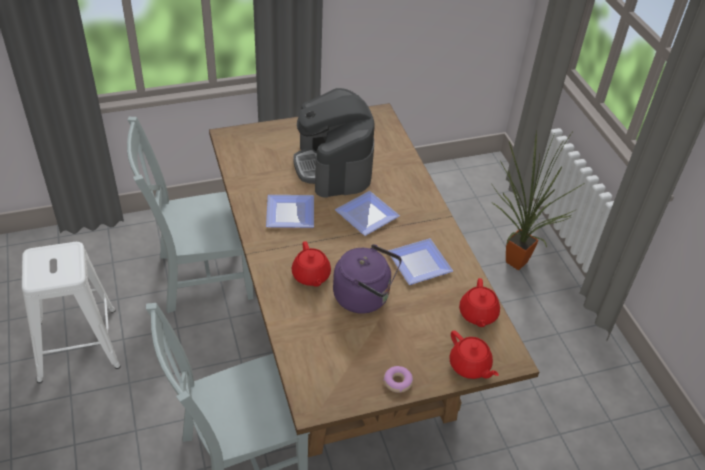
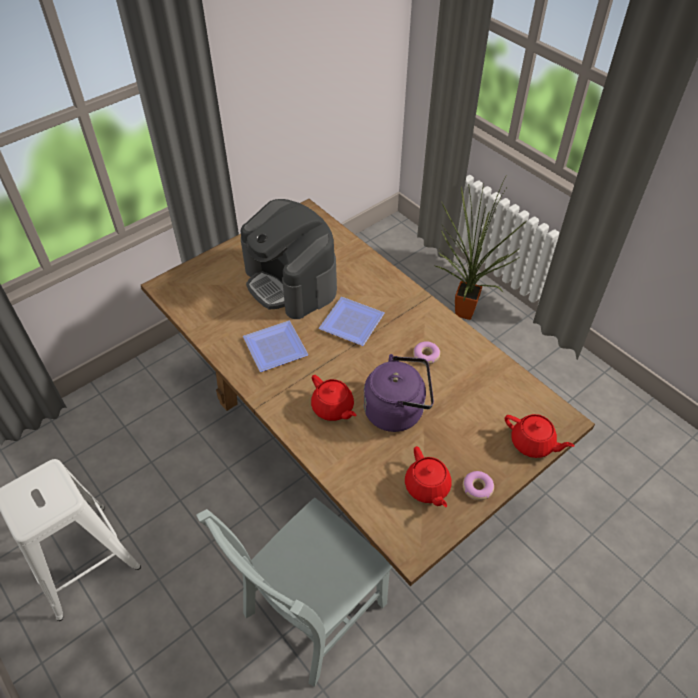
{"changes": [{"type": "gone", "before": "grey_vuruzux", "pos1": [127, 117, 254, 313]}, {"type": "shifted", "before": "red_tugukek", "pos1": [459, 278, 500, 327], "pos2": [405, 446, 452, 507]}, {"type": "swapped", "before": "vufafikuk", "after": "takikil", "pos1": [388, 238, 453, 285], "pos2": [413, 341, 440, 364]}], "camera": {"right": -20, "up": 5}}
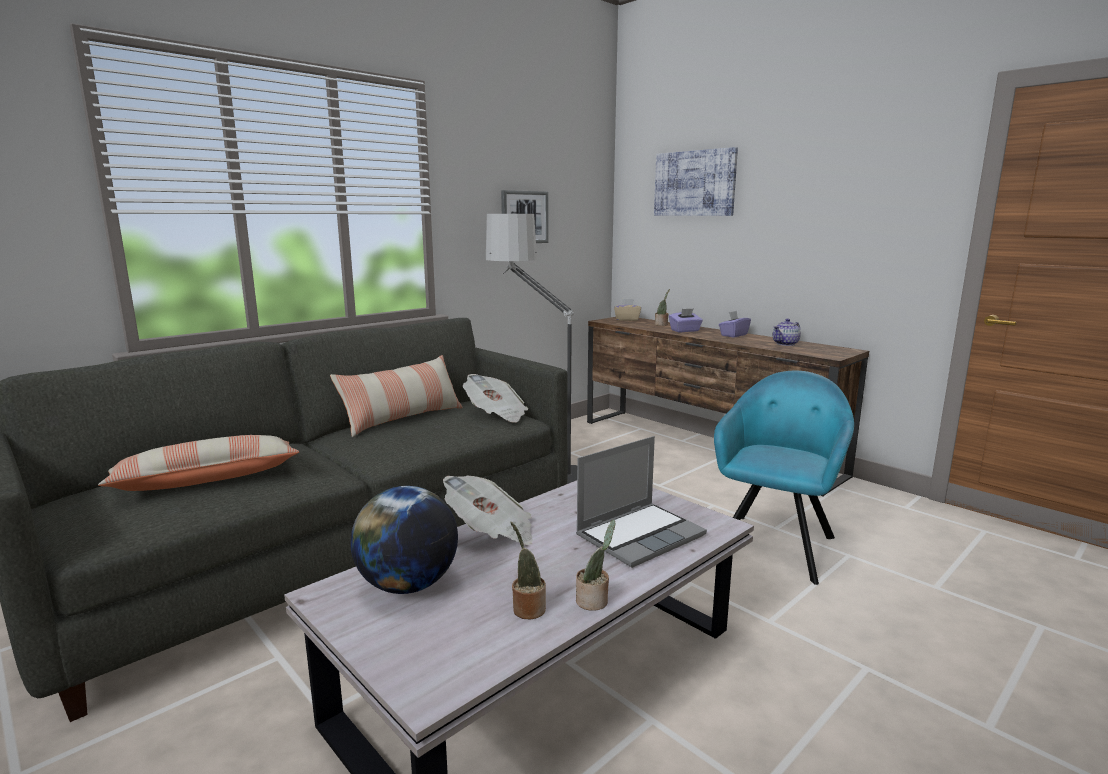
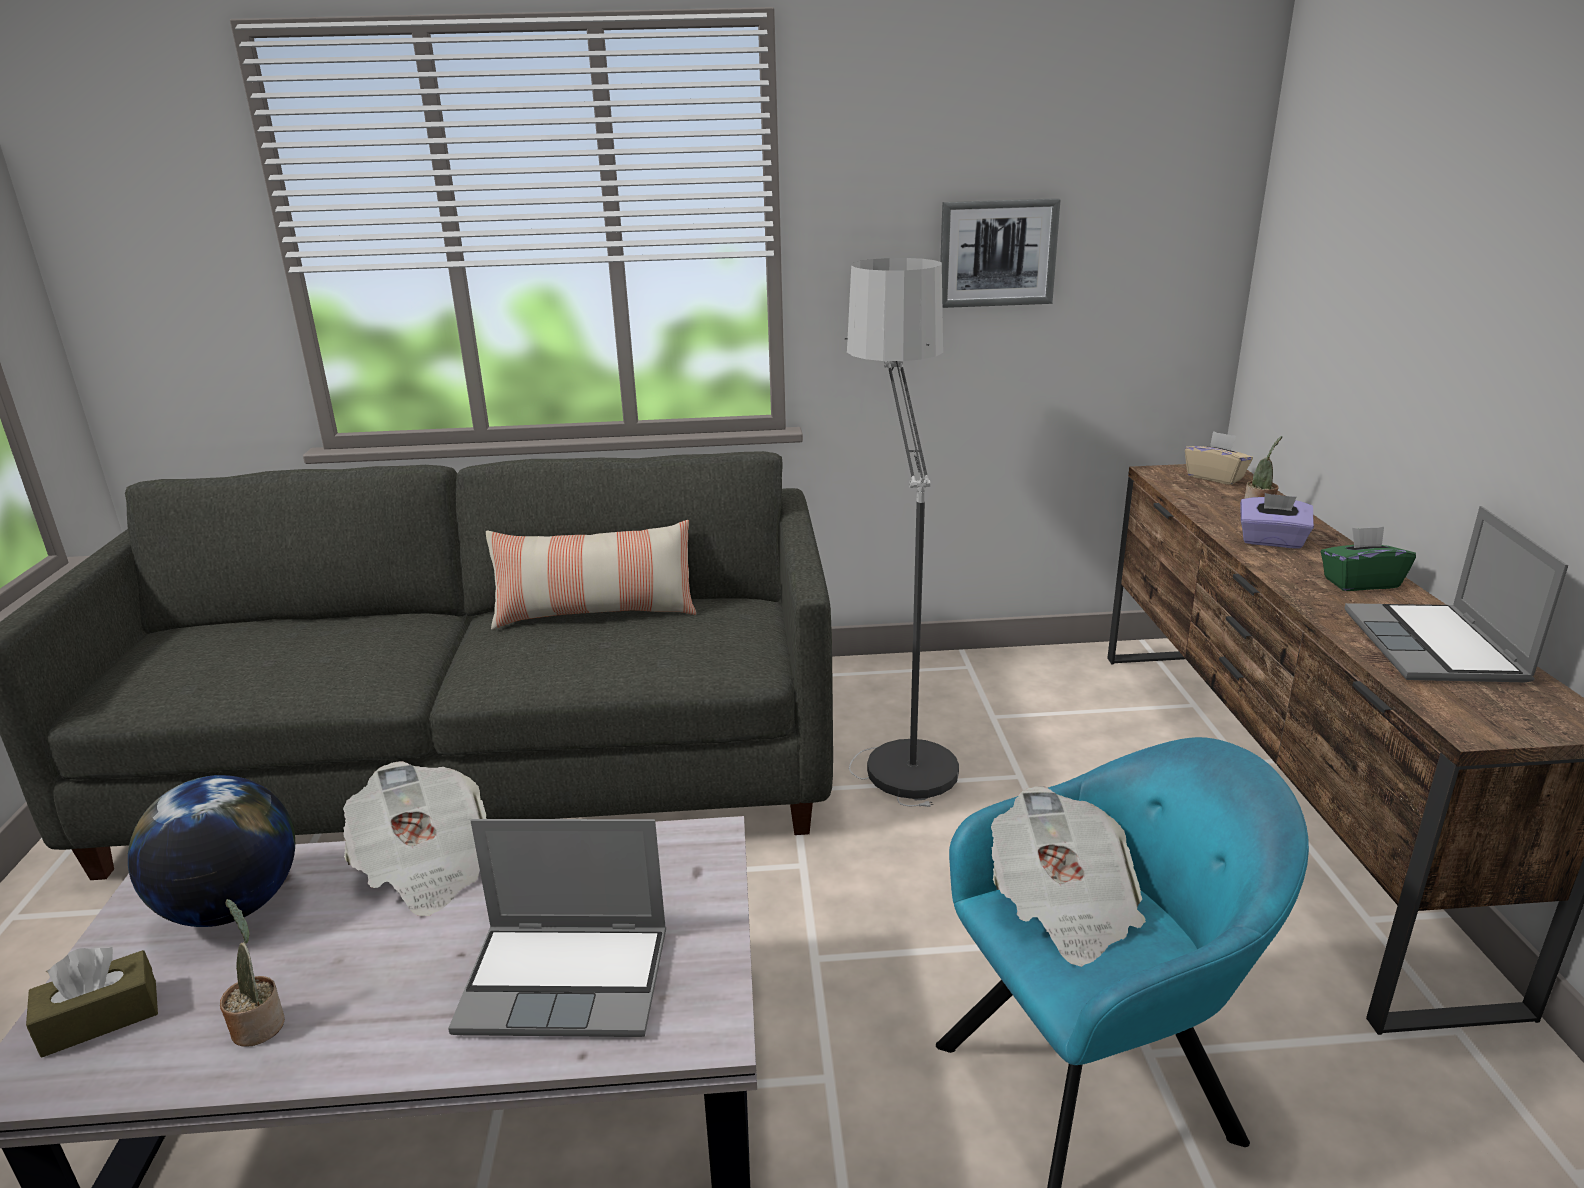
{"changes": [{"type": "gone", "before": "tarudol", "pos1": [98, 435, 300, 491]}, {"type": "gone", "before": "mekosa", "pos1": [576, 520, 615, 611]}, {"type": "gone", "before": "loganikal", "pos1": [654, 147, 738, 216]}, {"type": "new", "after": "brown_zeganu", "pos2": [26, 947, 158, 1057]}, {"type": "shifted", "before": "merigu", "pos1": [463, 374, 529, 423], "pos2": [991, 786, 1146, 967]}, {"type": "swapped", "before": "tugukek", "after": "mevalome", "pos1": [773, 319, 801, 346], "pos2": [1344, 506, 1568, 682]}, {"type": "repainted", "before": "purple_zeganu", "after": "green_zeganu", "pos1": [719, 311, 751, 337], "pos2": [1321, 527, 1416, 591]}], "camera": {"right": 40, "up": 10}}
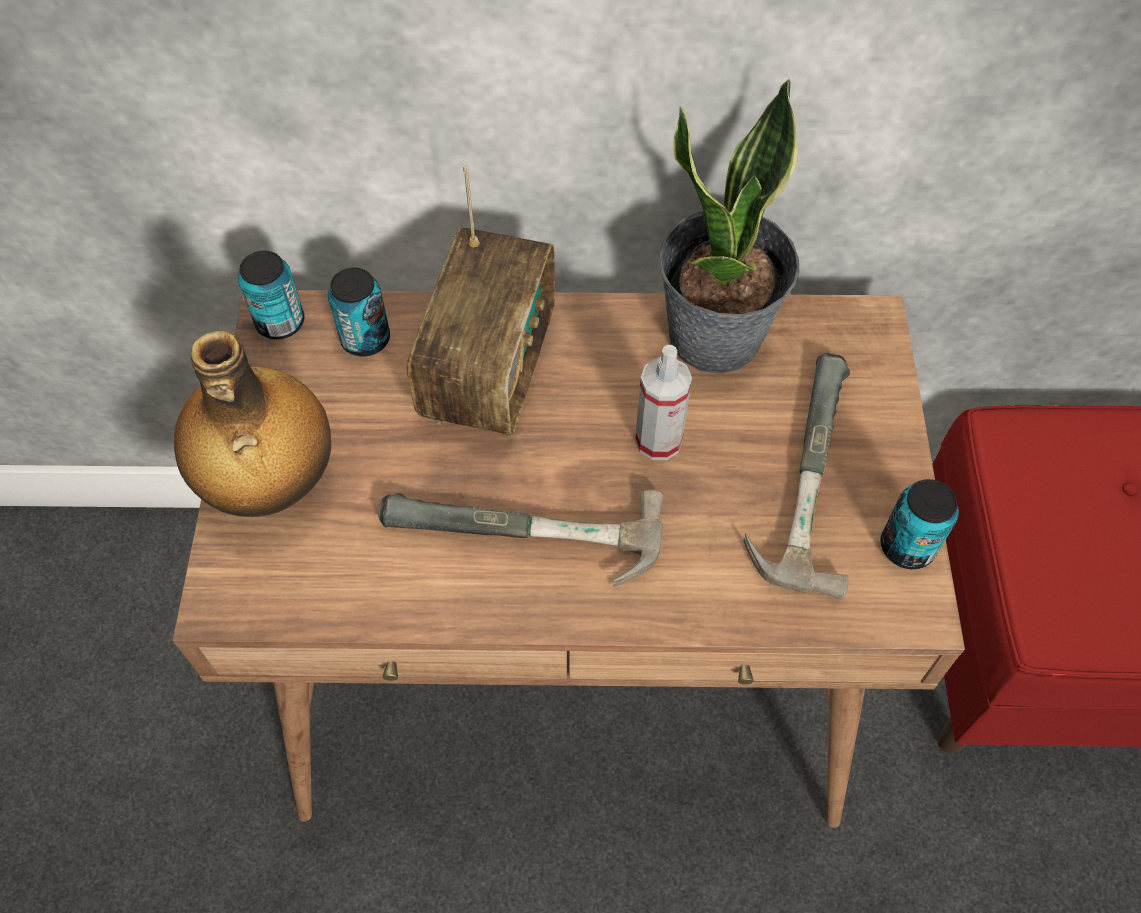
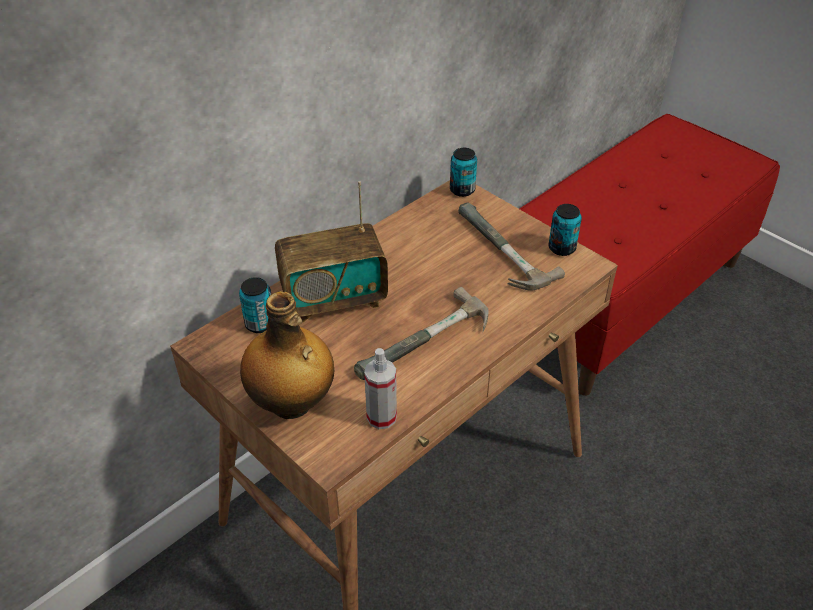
{"changes": [{"type": "gone", "before": "mekosa", "pos1": [659, 79, 799, 374]}, {"type": "shifted", "before": "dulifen", "pos1": [238, 251, 305, 339], "pos2": [450, 148, 477, 197]}, {"type": "shifted", "before": "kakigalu", "pos1": [635, 345, 692, 460], "pos2": [364, 348, 397, 429]}, {"type": "rotated", "before": "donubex", "pos1": [407, 165, 555, 439], "pos2": [275, 181, 388, 322], "turn": 105}], "camera": {"right": -45, "up": -15}}
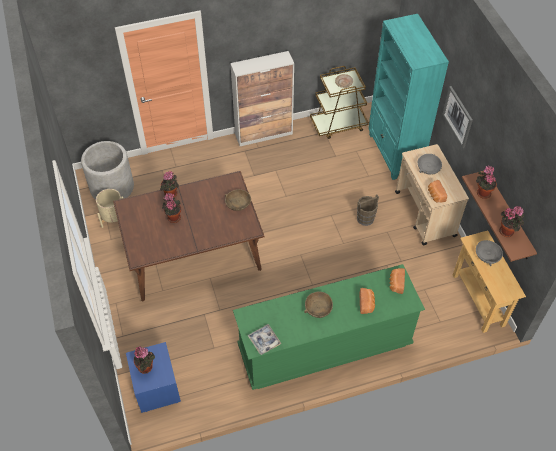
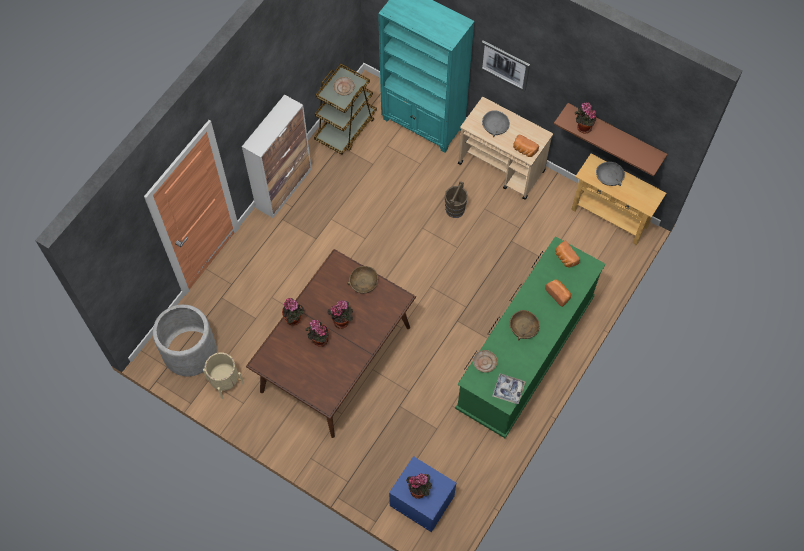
{"changes": [{"type": "new", "after": "beige_vufafikuk", "pos2": [473, 350, 498, 373]}, {"type": "shifted", "before": "mekosa", "pos1": [499, 206, 524, 237], "pos2": [328, 300, 353, 329]}], "camera": {"right": -40, "up": 10}}
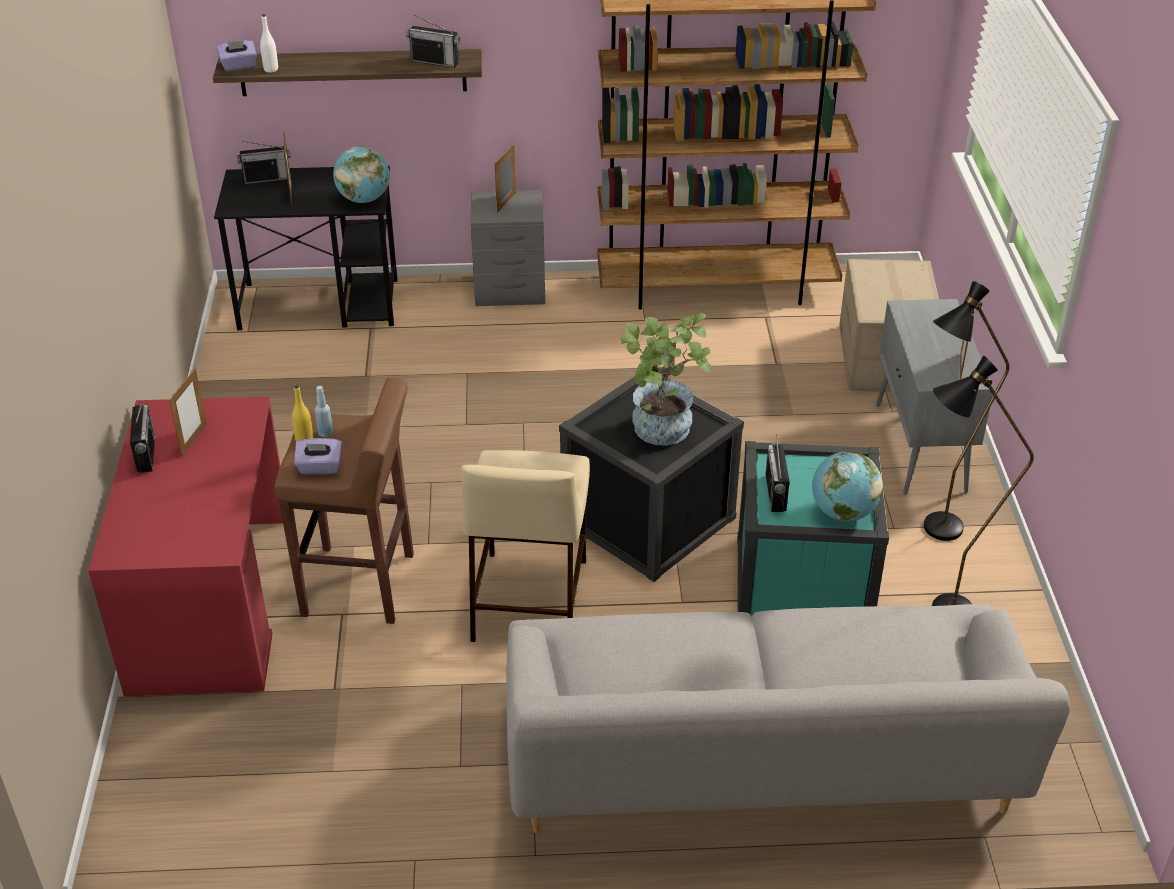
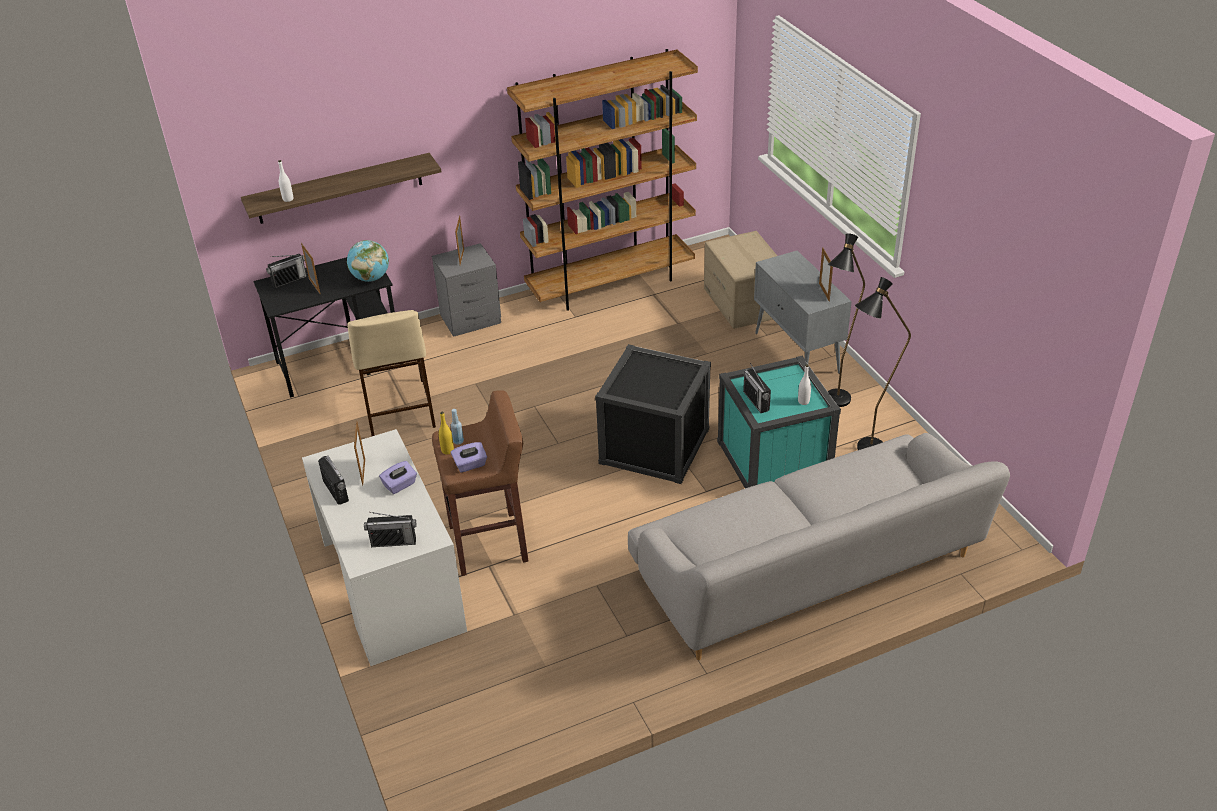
{"changes": [{"type": "gone", "before": "mekosa", "pos1": [620, 313, 712, 445]}, {"type": "shifted", "before": "purple_zeganu", "pos1": [216, 40, 257, 71], "pos2": [379, 461, 417, 494]}, {"type": "shifted", "before": "donubex", "pos1": [406, 15, 460, 68], "pos2": [364, 512, 416, 547]}, {"type": "shifted", "before": "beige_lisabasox", "pos1": [461, 450, 590, 642], "pos2": [347, 310, 436, 436]}, {"type": "swapped", "before": "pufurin", "after": "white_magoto", "pos1": [812, 451, 883, 521], "pos2": [798, 365, 811, 405]}, {"type": "repainted", "before": "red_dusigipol", "after": "white_dusigipol", "pos1": [88, 396, 283, 697], "pos2": [302, 429, 467, 666]}], "camera": {"right": -20, "up": 0}}
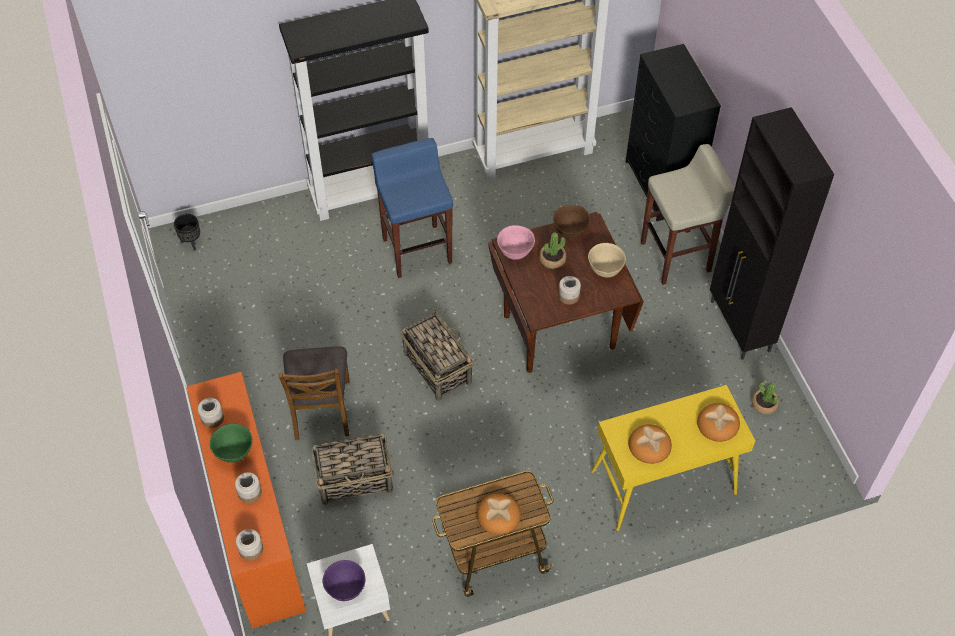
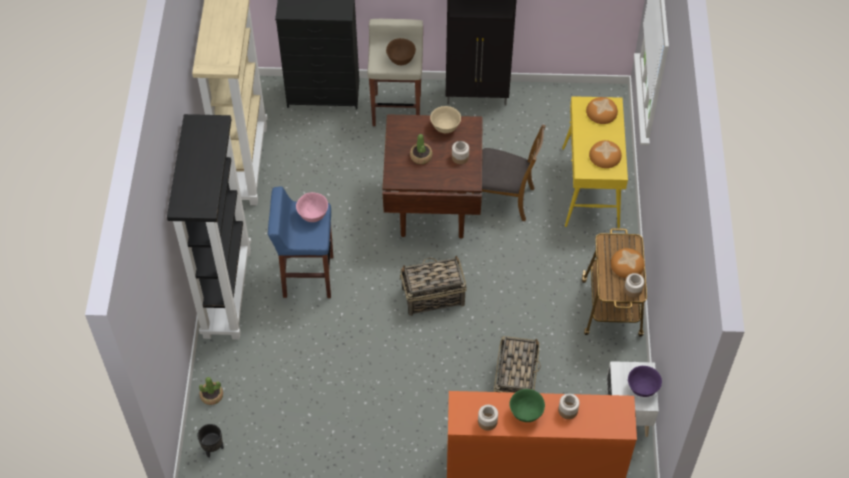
{"changes": [{"type": "shifted", "before": "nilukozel", "pos1": [236, 529, 263, 561], "pos2": [624, 273, 644, 297]}, {"type": "shifted", "before": "brown_vuruzux", "pos1": [279, 346, 350, 440], "pos2": [482, 124, 546, 221]}, {"type": "shifted", "before": "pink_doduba", "pos1": [497, 225, 535, 260], "pos2": [296, 192, 328, 222]}, {"type": "shifted", "before": "brown_doduba", "pos1": [553, 205, 591, 239], "pos2": [386, 38, 416, 65]}, {"type": "shifted", "before": "mekosa", "pos1": [752, 382, 779, 414], "pos2": [199, 377, 223, 405]}], "camera": {"right": -70, "up": 0}}
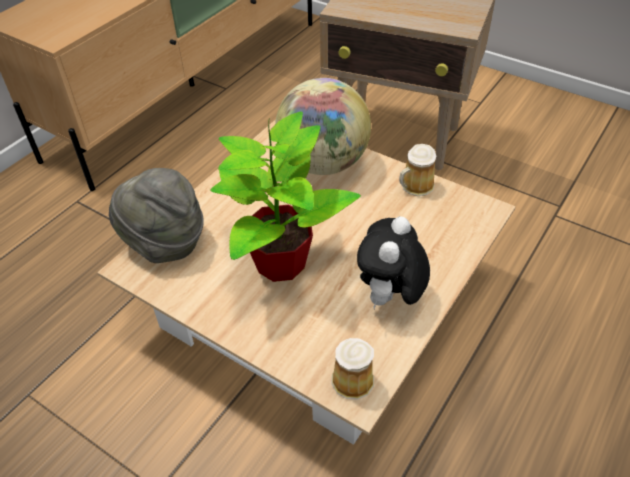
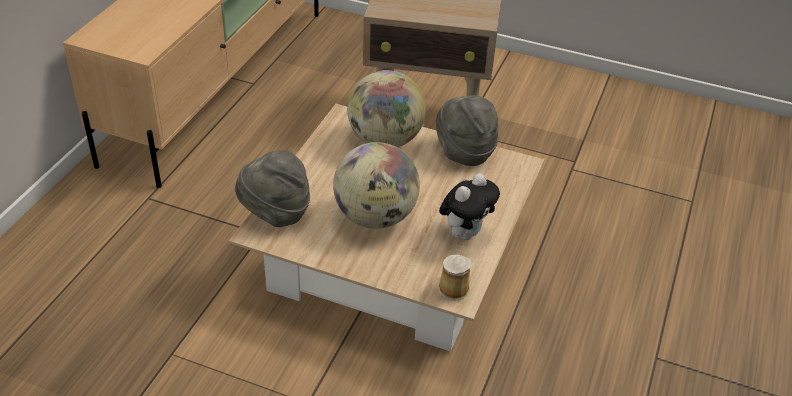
{"changes": [{"type": "swapped", "before": "mekosa", "after": "pufurin", "pos1": [210, 112, 361, 282], "pos2": [333, 142, 420, 229]}, {"type": "swapped", "before": "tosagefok", "after": "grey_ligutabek", "pos1": [399, 144, 436, 196], "pos2": [436, 95, 499, 166]}, {"type": "rotated", "before": "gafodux", "pos1": [357, 216, 430, 309], "pos2": [439, 173, 500, 240], "turn": -150}], "camera": {"right": -15, "up": -5}}
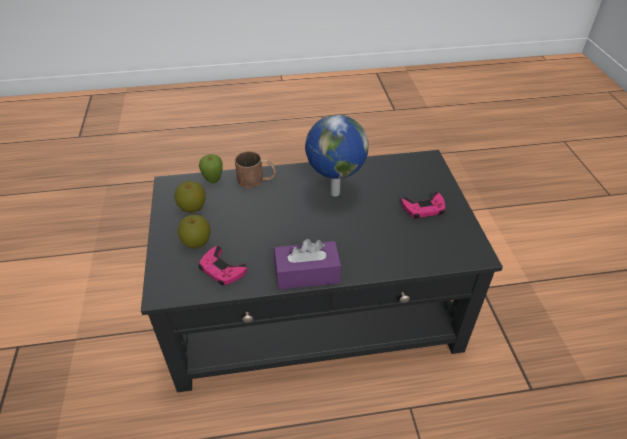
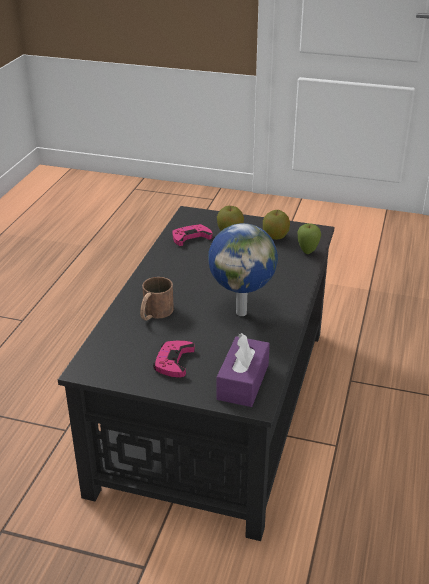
{"changes": [{"type": "shifted", "before": "brown_tosagefok", "pos1": [235, 151, 276, 188], "pos2": [140, 277, 174, 320]}, {"type": "shifted", "before": "purple_zeganu", "pos1": [274, 239, 341, 290], "pos2": [217, 333, 270, 407]}], "camera": {"right": 115, "up": -10}}
